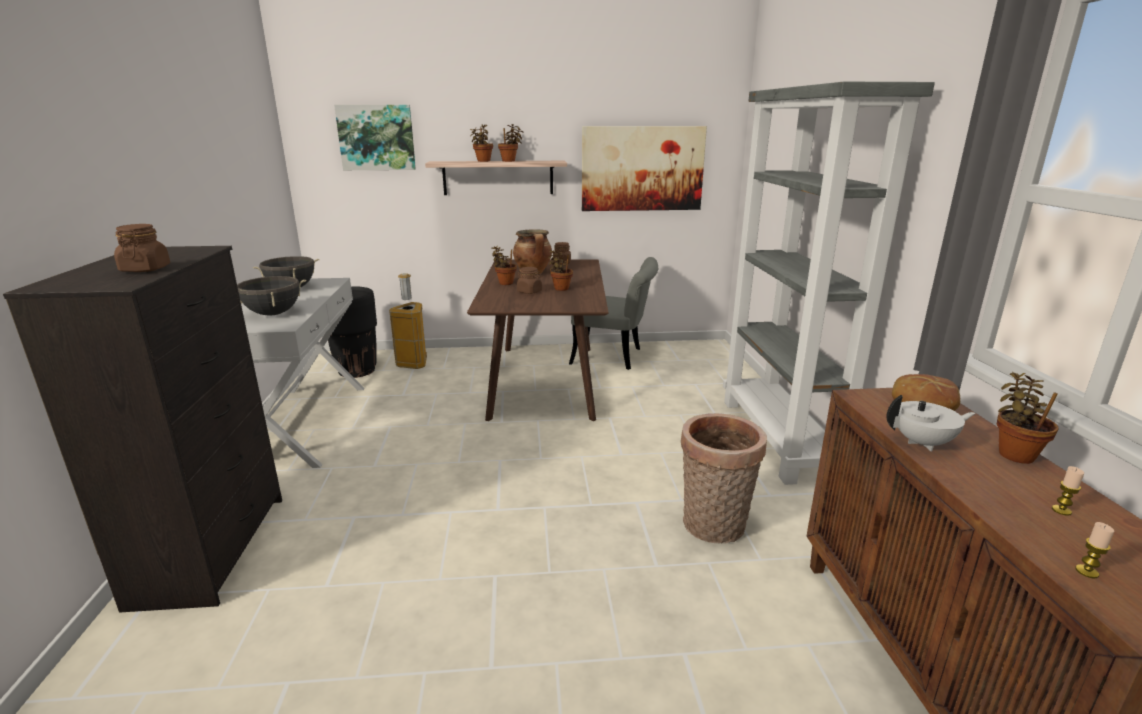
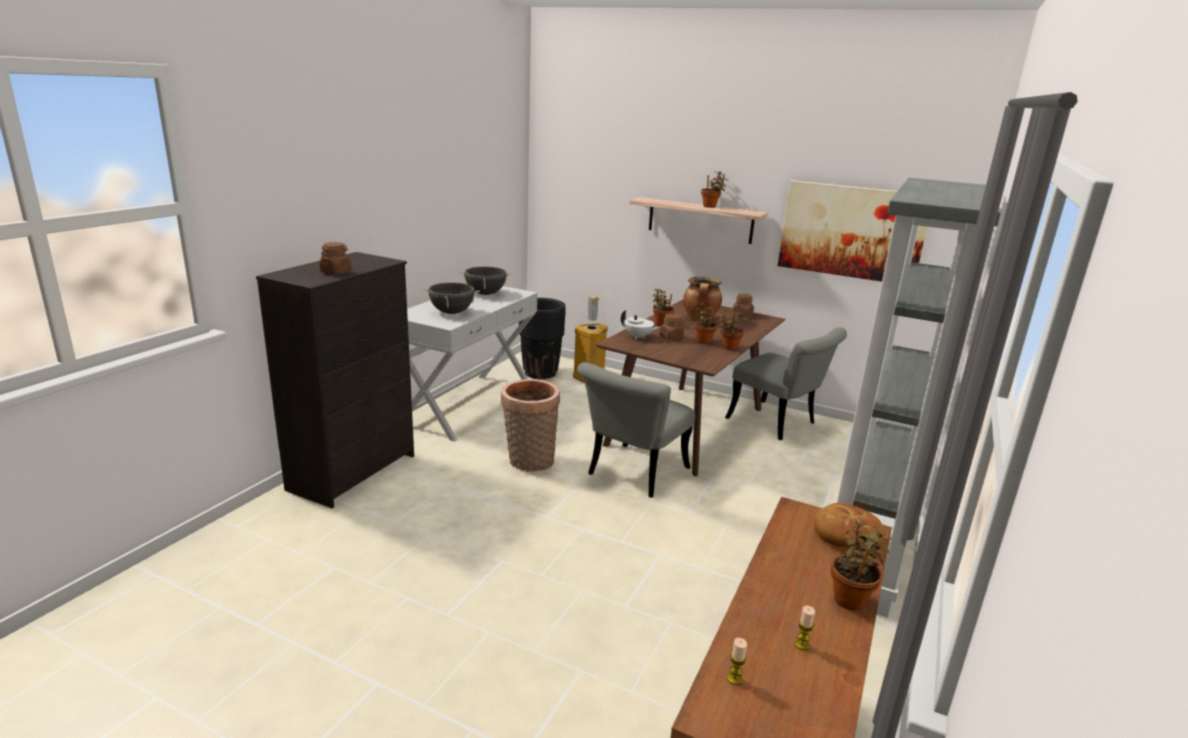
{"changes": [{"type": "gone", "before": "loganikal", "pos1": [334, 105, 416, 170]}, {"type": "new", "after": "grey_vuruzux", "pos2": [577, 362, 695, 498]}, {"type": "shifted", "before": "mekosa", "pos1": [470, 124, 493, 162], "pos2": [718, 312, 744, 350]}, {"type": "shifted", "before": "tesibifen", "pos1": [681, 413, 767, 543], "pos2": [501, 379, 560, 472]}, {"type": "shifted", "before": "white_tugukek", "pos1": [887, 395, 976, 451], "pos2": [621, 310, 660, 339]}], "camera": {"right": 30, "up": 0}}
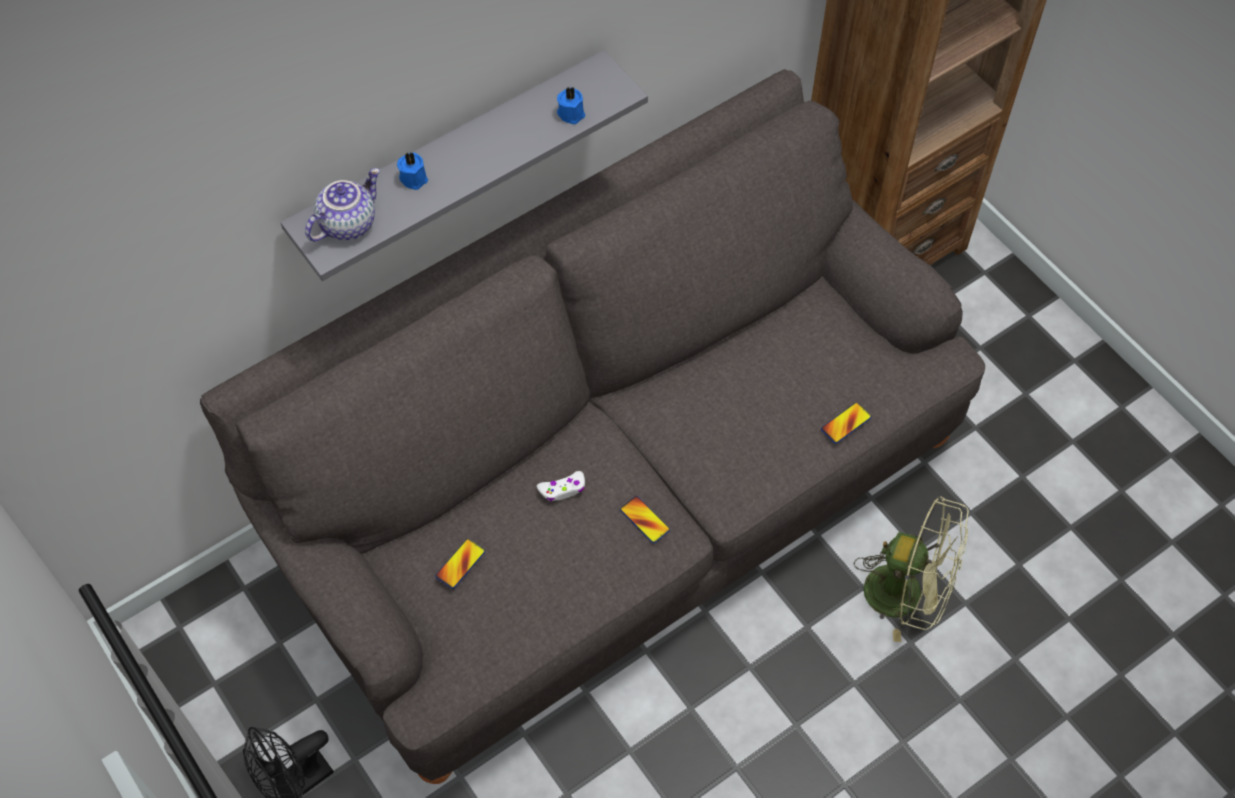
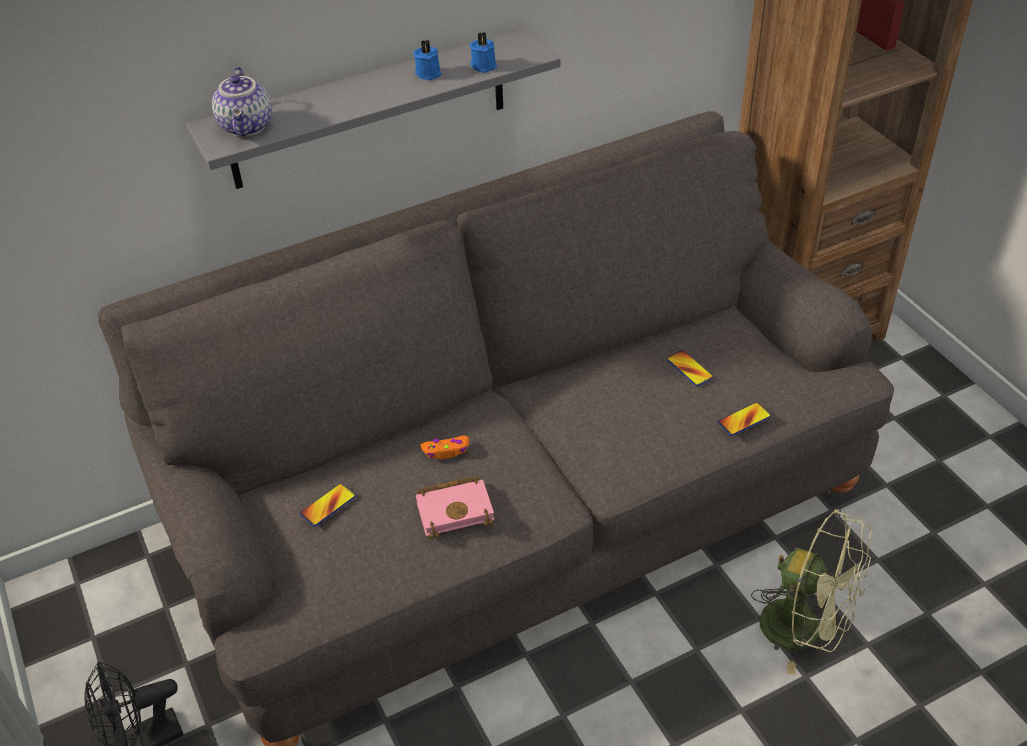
{"changes": [{"type": "new", "after": "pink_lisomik", "pos2": [416, 476, 494, 539]}, {"type": "shifted", "before": "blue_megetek", "pos1": [397, 152, 428, 190], "pos2": [413, 40, 442, 81]}, {"type": "shifted", "before": "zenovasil", "pos1": [620, 496, 670, 543], "pos2": [666, 350, 714, 386]}, {"type": "repainted", "before": "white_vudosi", "after": "orange_vudosi", "pos1": [537, 471, 585, 502], "pos2": [420, 436, 469, 459]}, {"type": "rotated", "before": "tugukek", "pos1": [305, 168, 380, 241], "pos2": [212, 67, 272, 137], "turn": 120}], "camera": {"right": 10, "up": -15}}
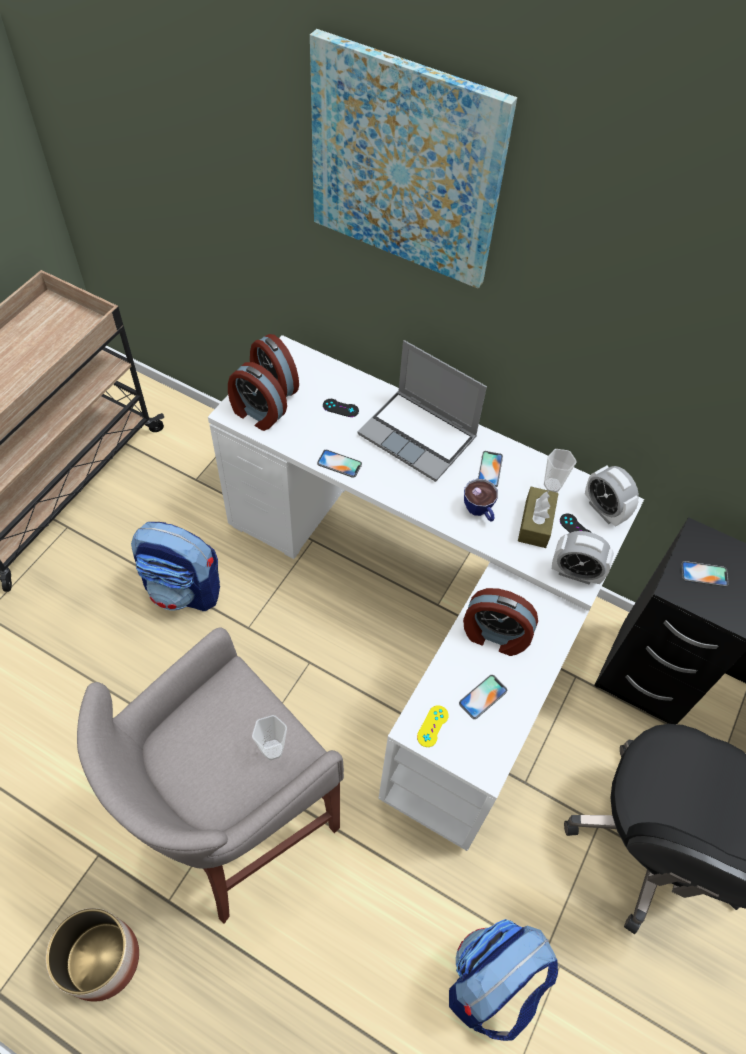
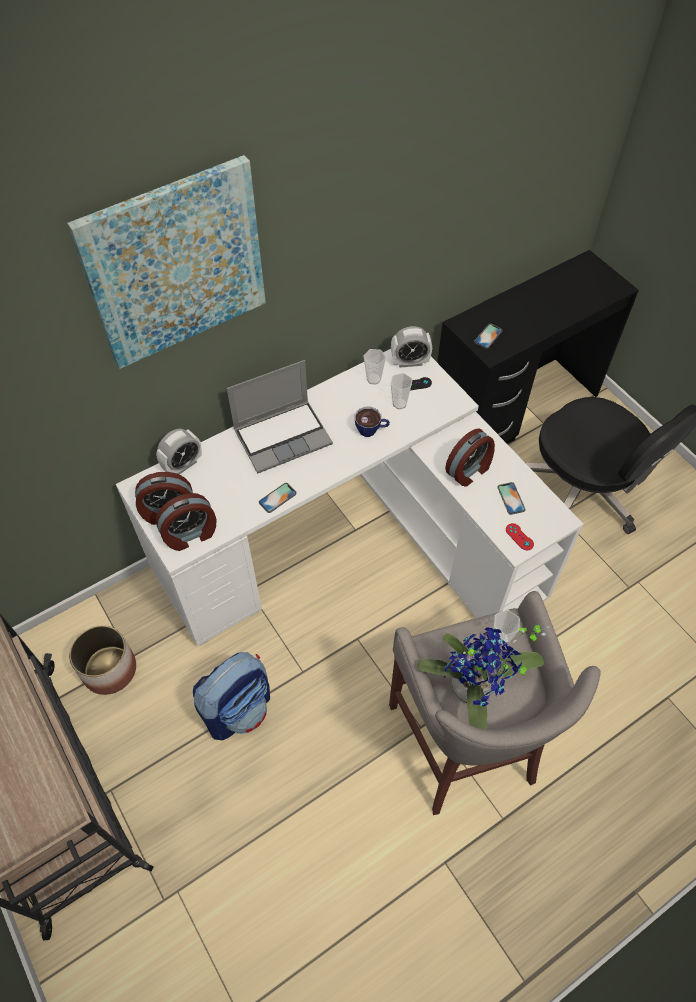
{"changes": [{"type": "gone", "before": "black_vudosi", "pos1": [323, 399, 359, 417]}, {"type": "gone", "before": "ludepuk", "pos1": [449, 919, 558, 1041]}, {"type": "gone", "before": "zenovasil", "pos1": [478, 451, 503, 487]}, {"type": "new", "after": "mekosa", "pos2": [417, 625, 549, 729]}, {"type": "shifted", "before": "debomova", "pos1": [46, 908, 139, 1001], "pos2": [69, 625, 136, 695]}, {"type": "shifted", "before": "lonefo", "pos1": [552, 531, 614, 584], "pos2": [156, 429, 202, 475]}, {"type": "swapped", "before": "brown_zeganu", "after": "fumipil", "pos1": [518, 487, 559, 548], "pos2": [391, 373, 413, 409]}, {"type": "repainted", "before": "yellow_vudosi", "after": "red_vudosi", "pos1": [417, 705, 449, 747], "pos2": [506, 523, 534, 550]}], "camera": {"right": -60, "up": 0}}
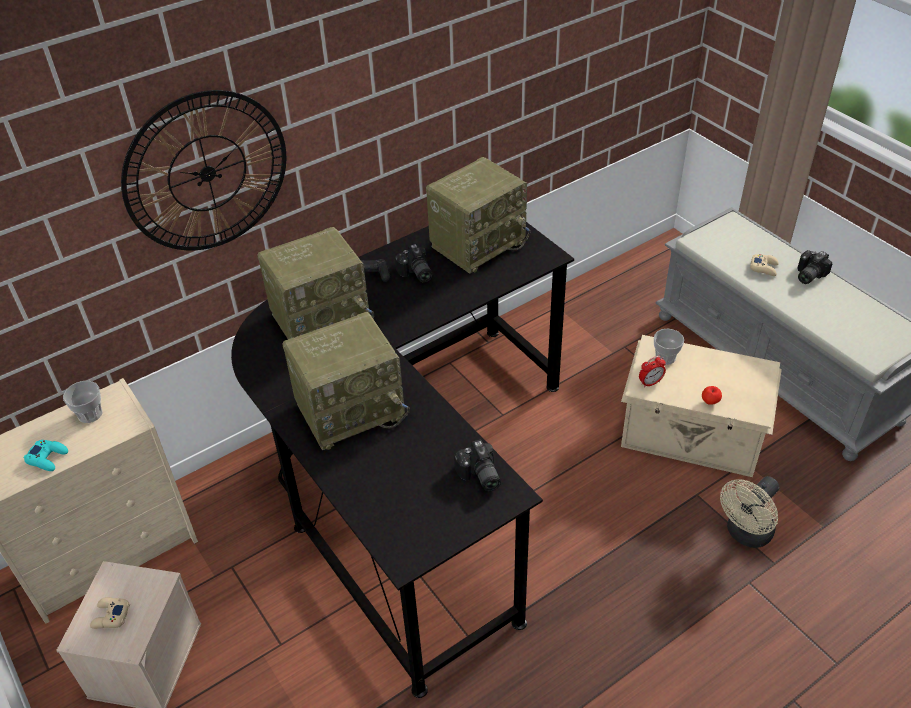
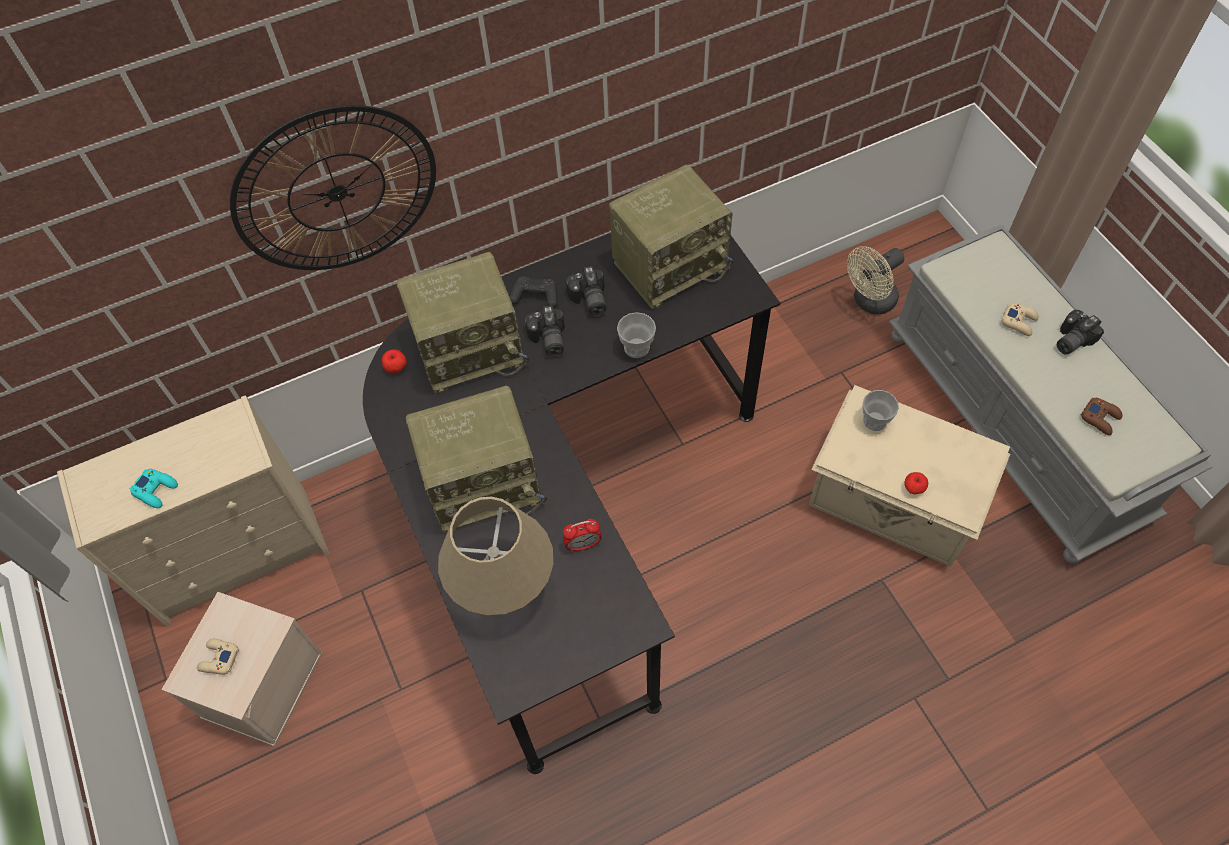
{"changes": [{"type": "new", "after": "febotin", "pos2": [381, 349, 407, 373]}, {"type": "new", "after": "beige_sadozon", "pos2": [438, 497, 553, 615]}, {"type": "new", "after": "brown_vudosi", "pos2": [1081, 398, 1122, 435]}, {"type": "shifted", "before": "fumipil", "pos1": [63, 381, 103, 423], "pos2": [617, 312, 656, 358]}, {"type": "shifted", "before": "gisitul", "pos1": [454, 439, 501, 491], "pos2": [525, 305, 565, 357]}, {"type": "shifted", "before": "lonefo", "pos1": [639, 356, 666, 388], "pos2": [563, 519, 602, 552]}, {"type": "shifted", "before": "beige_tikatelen", "pos1": [720, 476, 779, 548], "pos2": [847, 246, 904, 315]}], "camera": {"right": 10, "up": 15}}
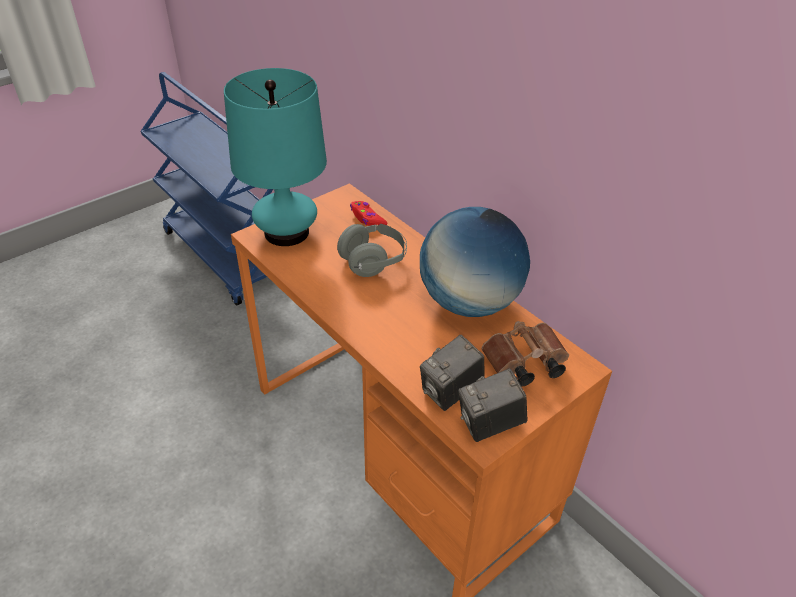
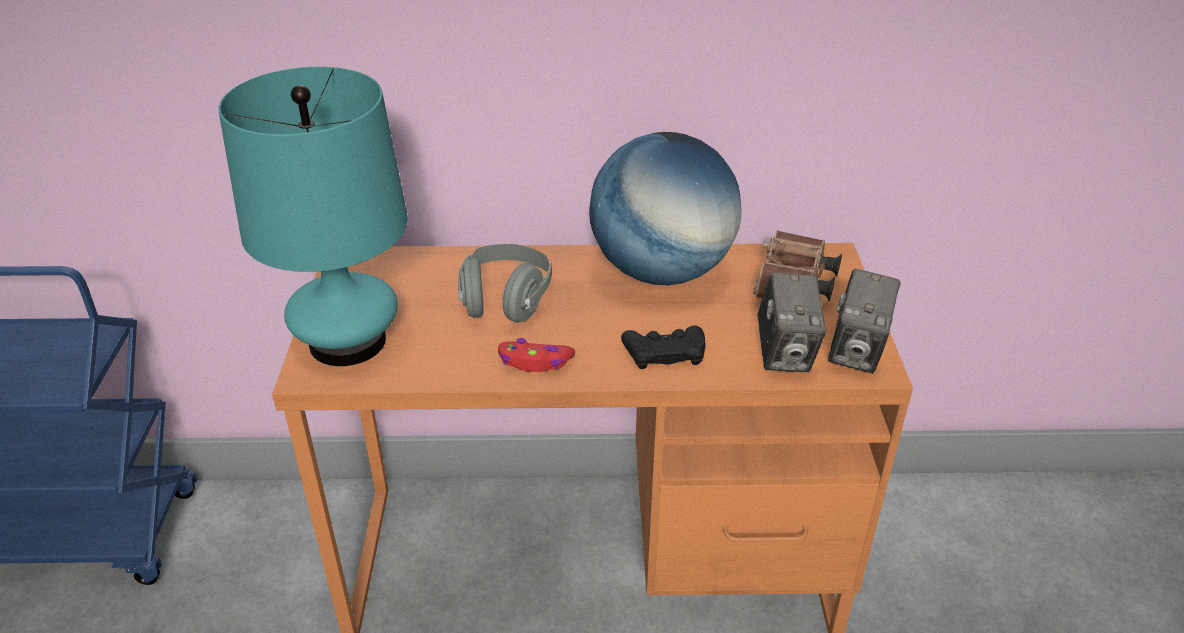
{"changes": [{"type": "new", "after": "black_vudosi", "pos2": [621, 326, 706, 369]}, {"type": "shifted", "before": "red_vudosi", "pos1": [350, 201, 387, 226], "pos2": [498, 338, 575, 372]}], "camera": {"right": -50, "up": -5}}
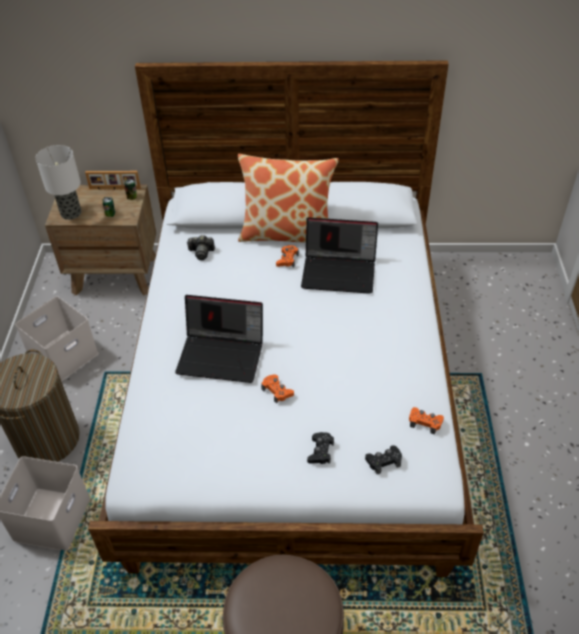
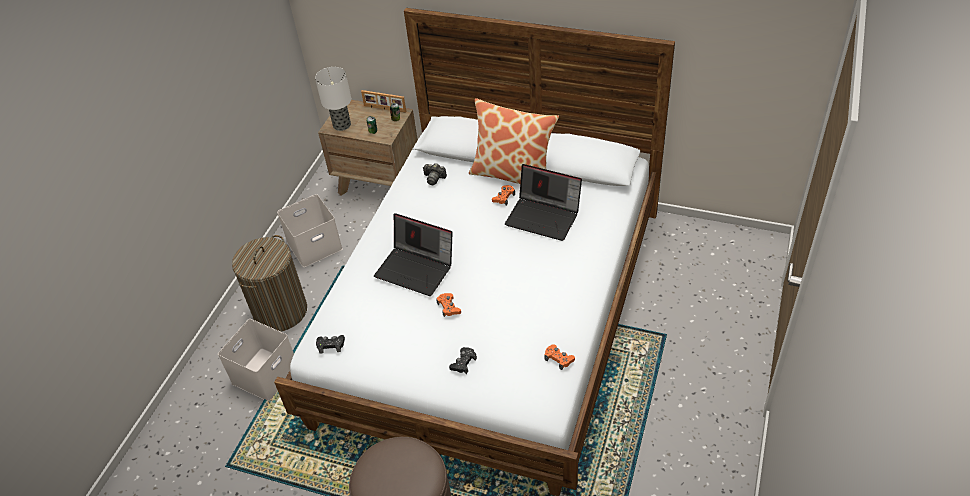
{"changes": [{"type": "shifted", "before": "black_vudosi", "pos1": [365, 445, 402, 474], "pos2": [316, 335, 345, 354]}], "camera": {"right": 20, "up": 0}}
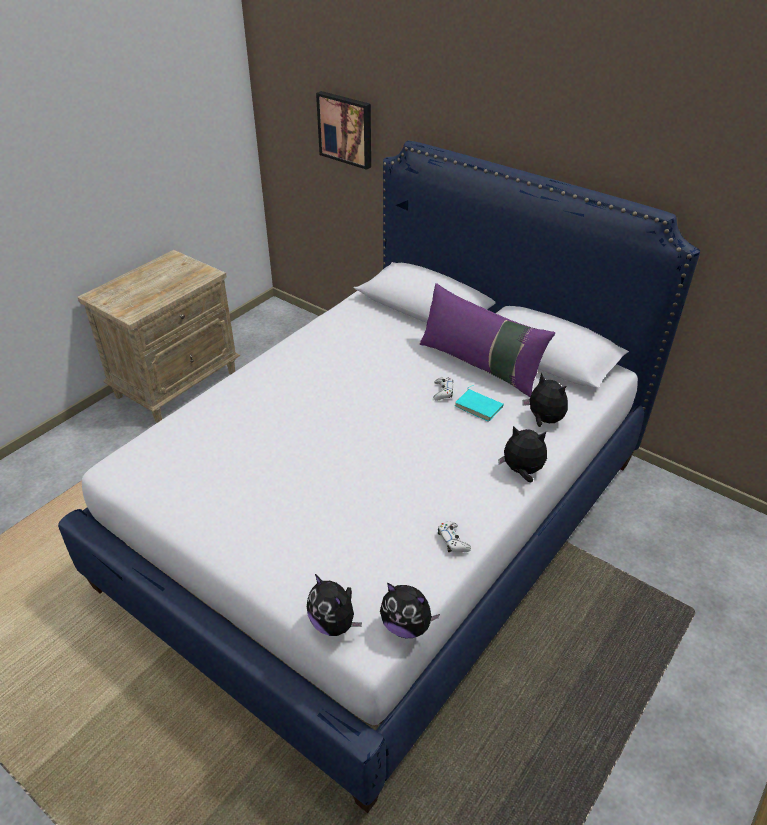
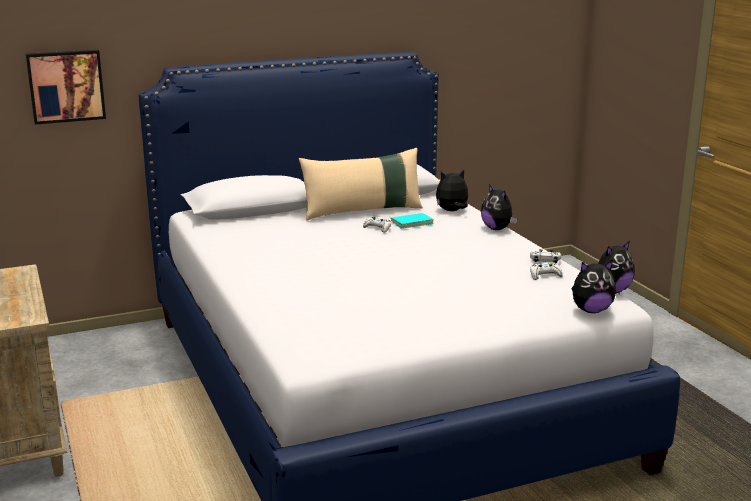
{"changes": [{"type": "new", "after": "white_vudosi", "pos2": [530, 262, 563, 280]}, {"type": "repainted", "before": "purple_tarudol", "after": "beige_tarudol", "pos1": [420, 283, 555, 397], "pos2": [299, 148, 423, 220]}, {"type": "rotated", "before": "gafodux", "pos1": [498, 426, 547, 482], "pos2": [481, 184, 517, 230], "turn": -75}], "camera": {"right": -60, "up": -20}}
